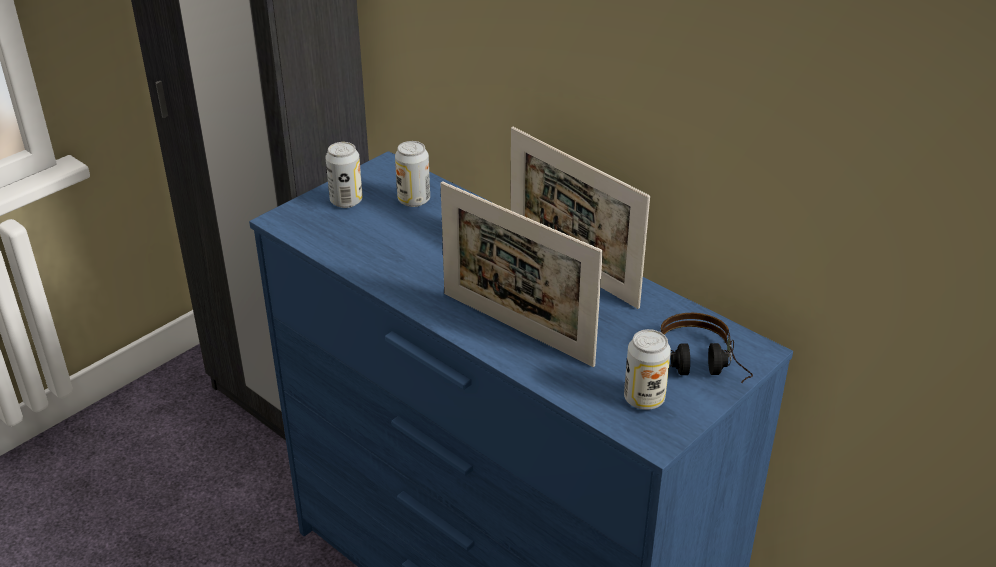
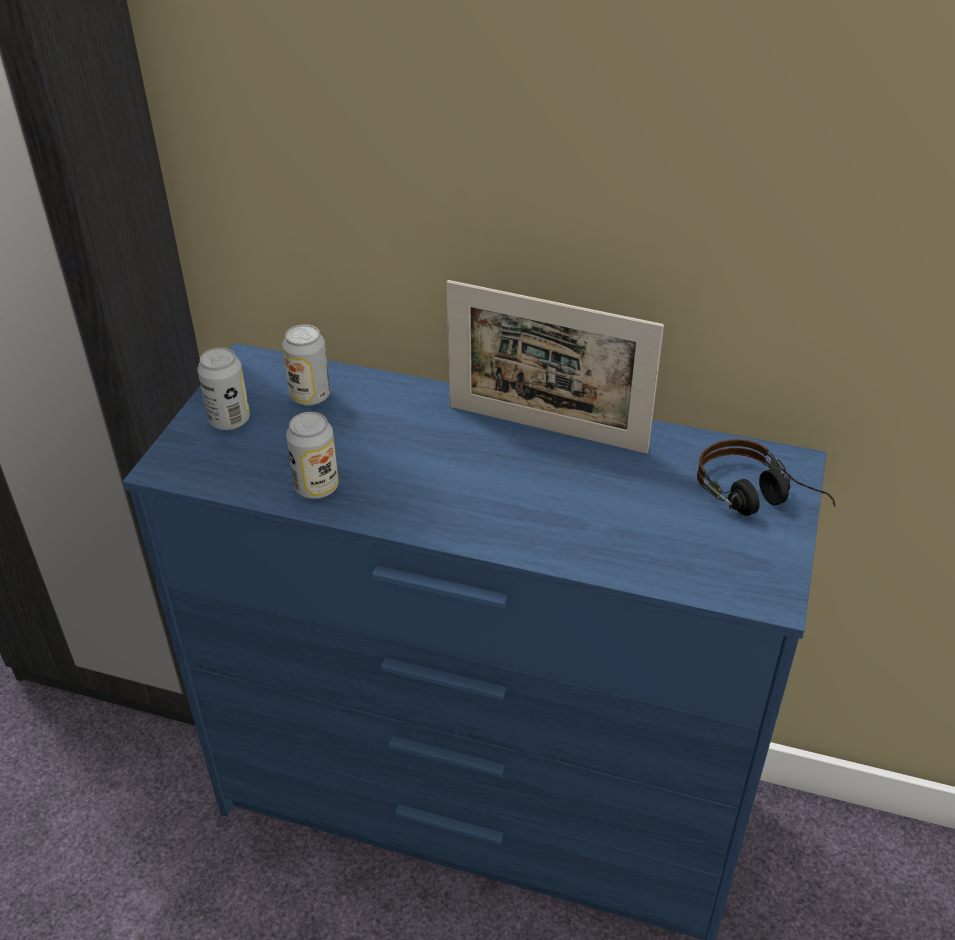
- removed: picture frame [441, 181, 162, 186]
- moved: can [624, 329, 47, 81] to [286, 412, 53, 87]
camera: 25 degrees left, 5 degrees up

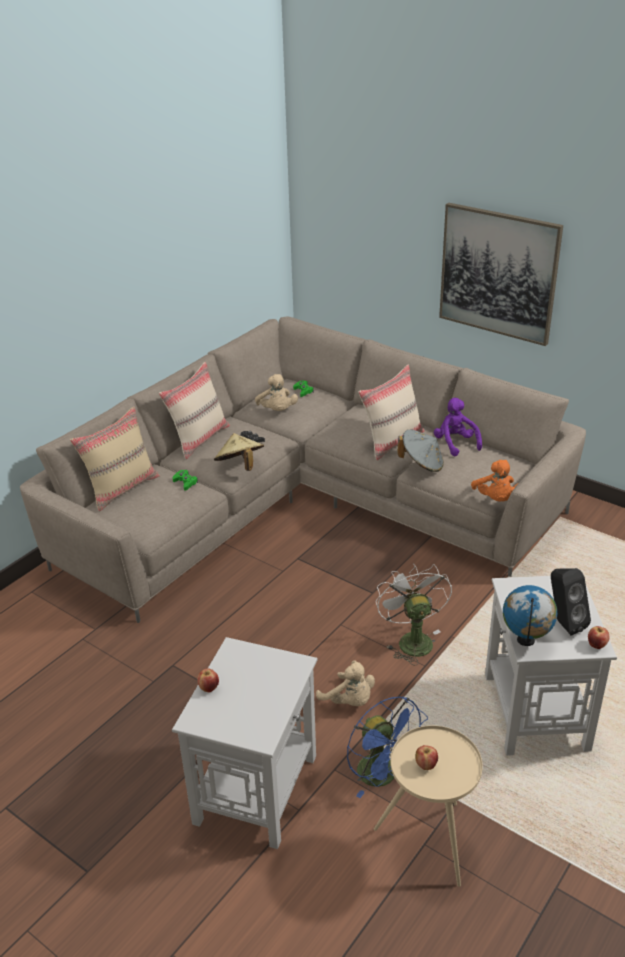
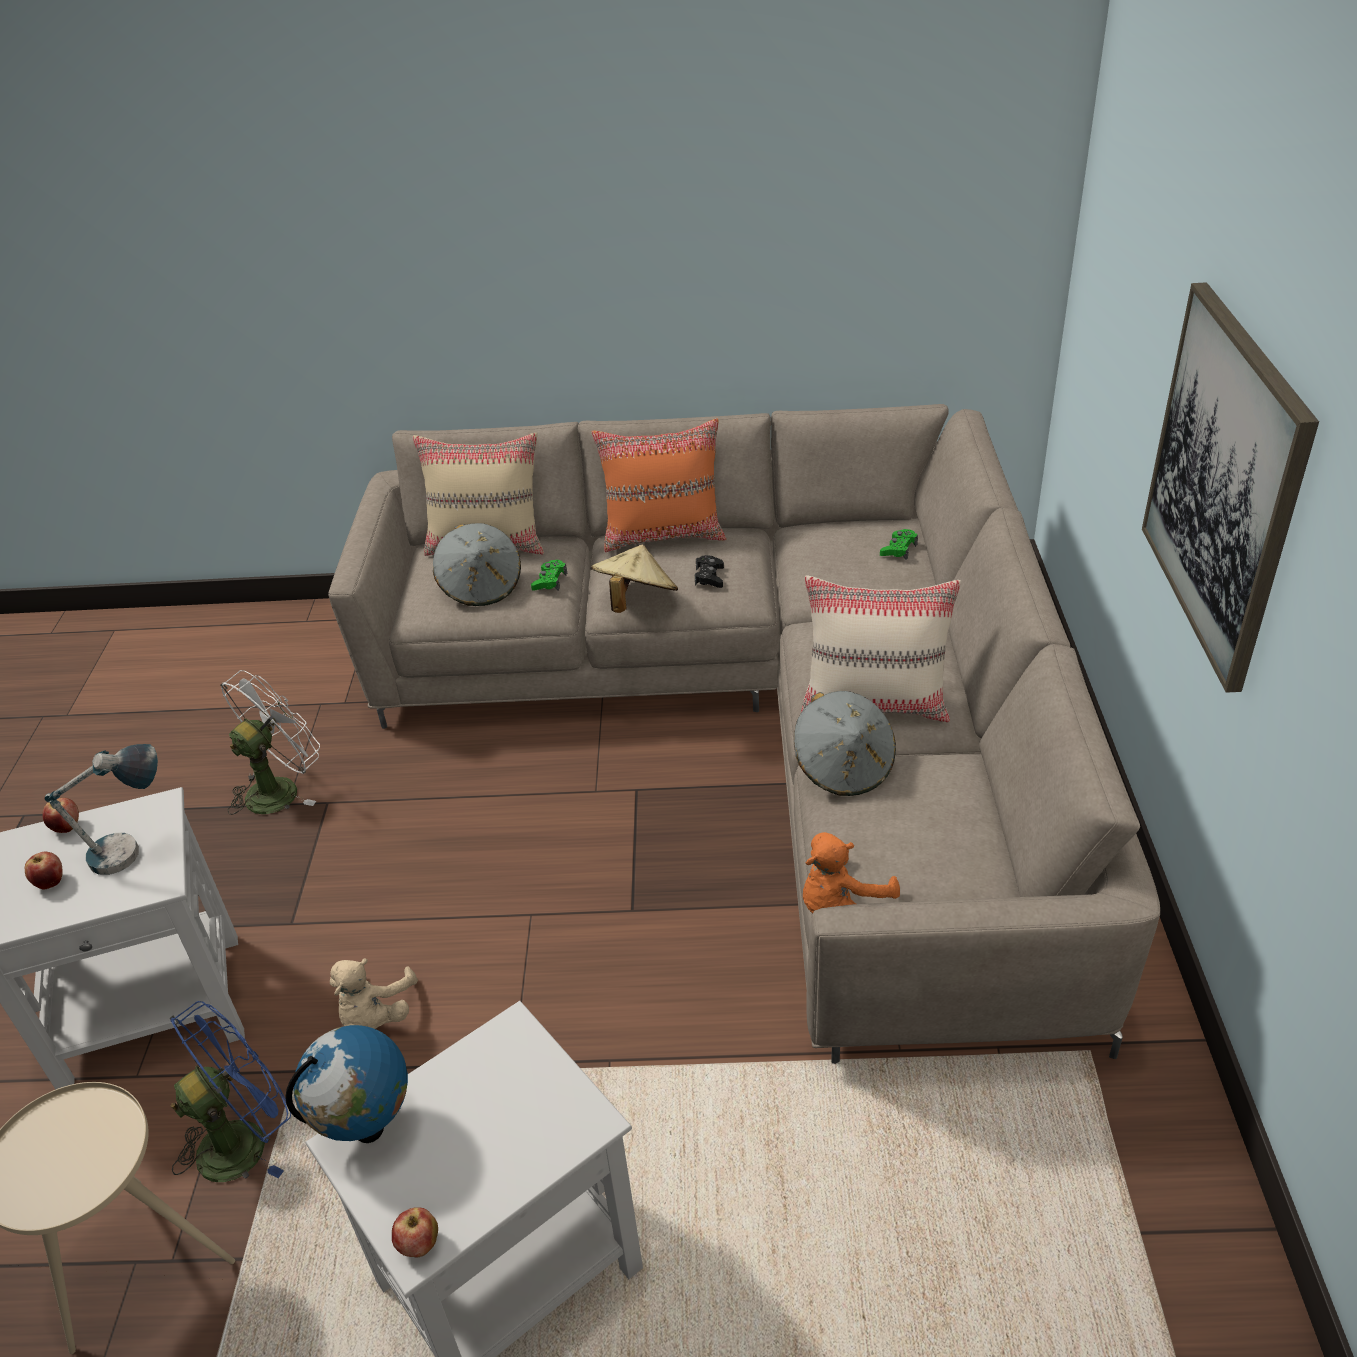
- recoloured: beige pillow [159, 362, 71, 97] to orange pillow [592, 418, 134, 134]
- removed: beige plush toy [255, 374, 43, 37]
- removed: purple plush toy [434, 398, 48, 58]
- moved: white fan [376, 564, 76, 101] to [220, 670, 100, 145]
- removed: black speaker [551, 568, 40, 68]
- turned: blue fan [347, 697, 81, 101] = [169, 1001, 122, 181] 150 degrees counterclockwise
- moved: apple [415, 745, 23, 25] to [25, 852, 38, 38]
- added: grey hat [433, 523, 88, 83]
- added: table lamp [45, 744, 113, 131]
camera: 55 degrees right, 5 degrees up

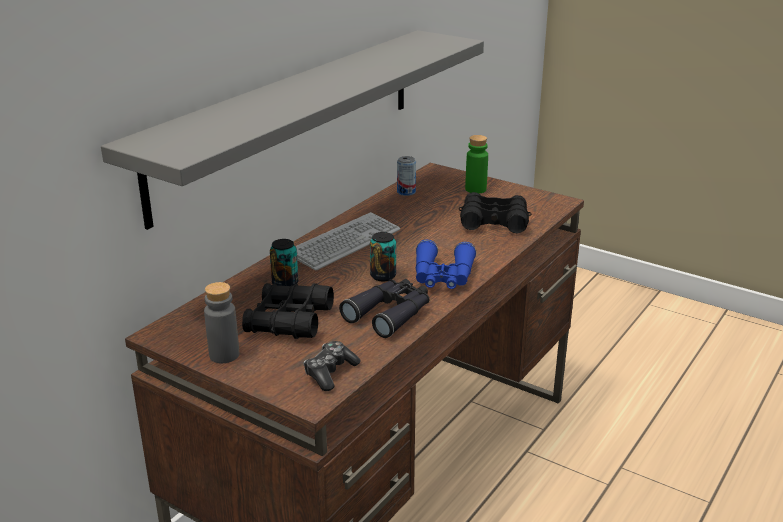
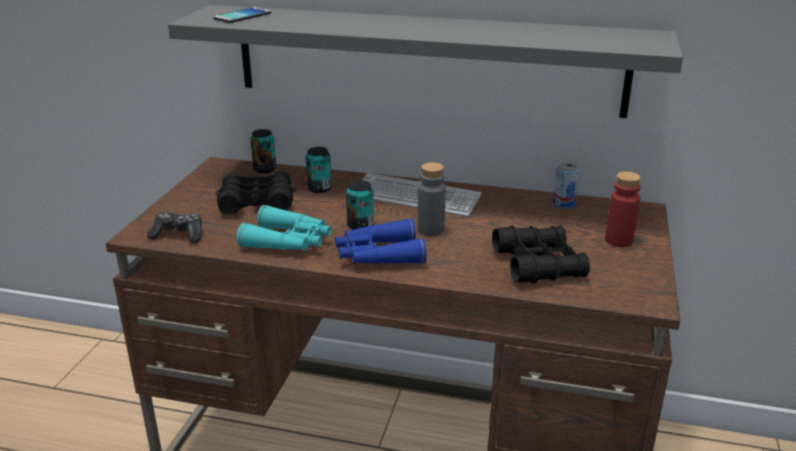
- recoloured: green bottle [465, 135, 23, 58] to red bottle [605, 172, 36, 75]
- recoloured: black binoculars [339, 279, 90, 59] to turquoise binoculars [236, 205, 95, 46]
- moved: grey bottle [204, 282, 35, 81] to [418, 162, 28, 74]
- added: phone [213, 7, 58, 16]
- added: can [250, 129, 26, 44]
camera: 70 degrees right, 0 degrees up

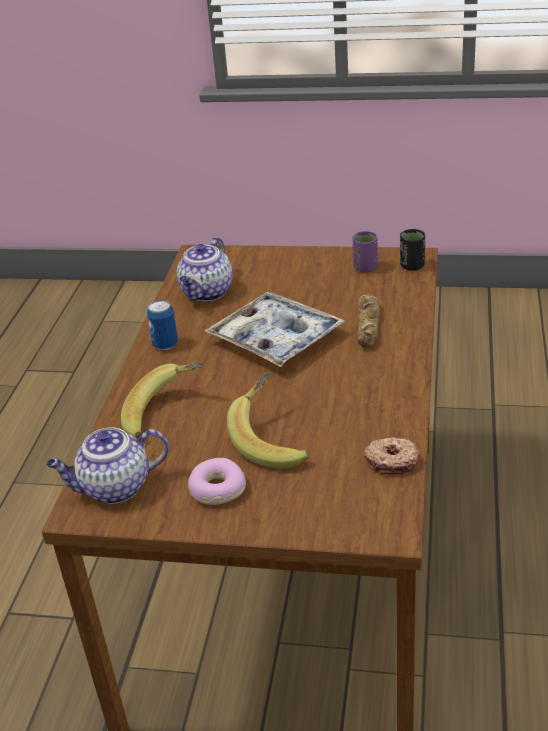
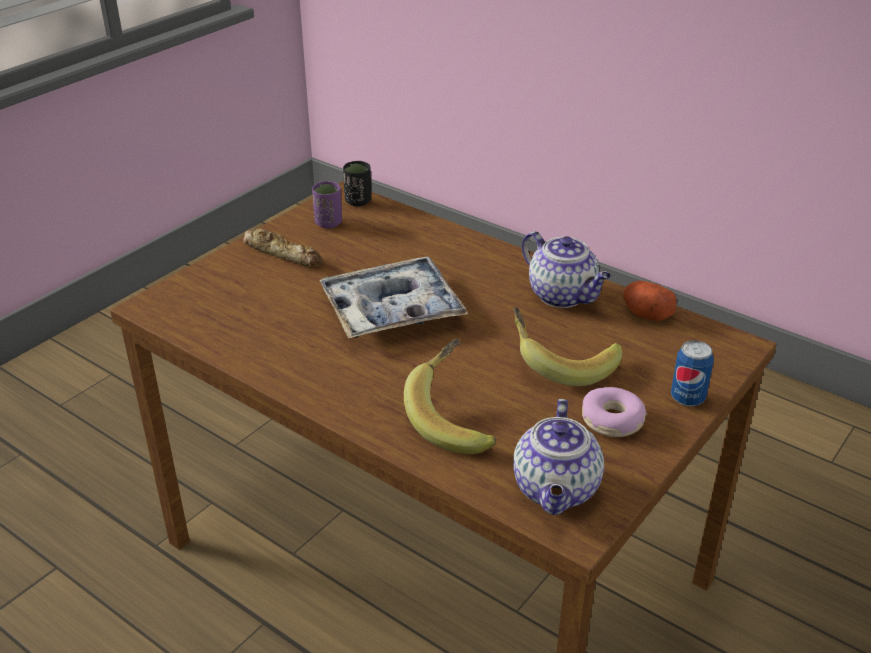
- moved: teapot [177, 237, 56, 64] to [522, 231, 89, 77]
- moved: bread [357, 293, 23, 55] to [243, 229, 80, 38]
- moved: can [147, 300, 31, 50] to [671, 340, 43, 66]
- replaced: donut [364, 437, 55, 38] to potato [624, 281, 53, 40]
camera: 65 degrees left, 0 degrees up

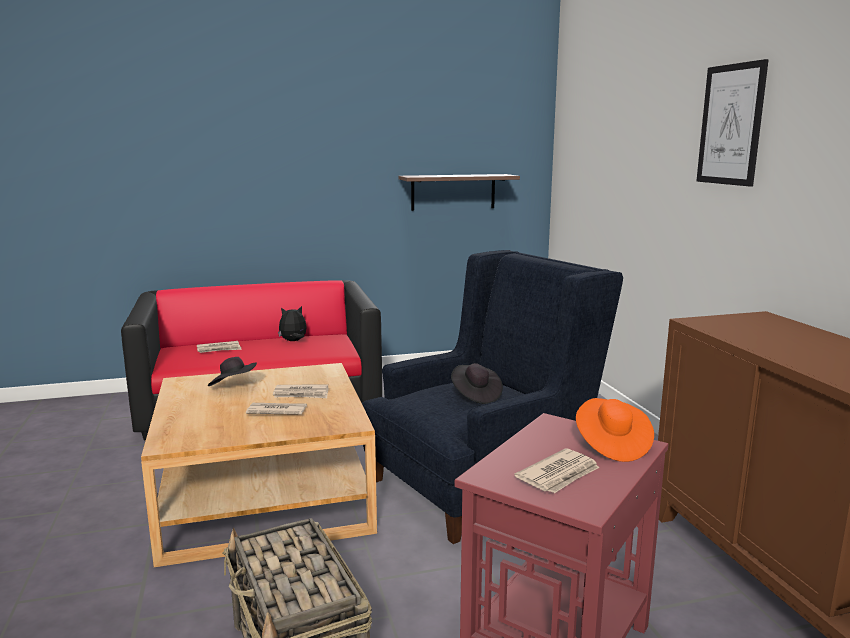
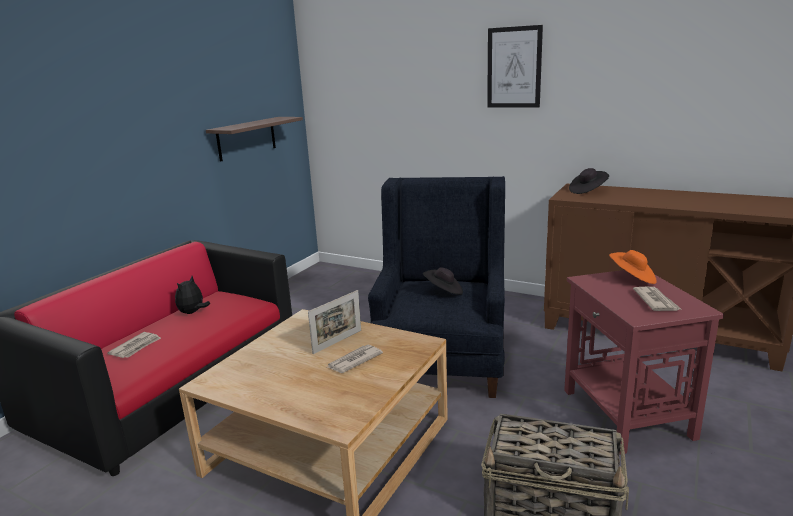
- moved: black hat [208, 357, 49, 29] to [569, 168, 40, 26]
- replaced: newspaper [273, 385, 56, 13] to picture frame [308, 290, 53, 64]
camera: 45 degrees left, 5 degrees up

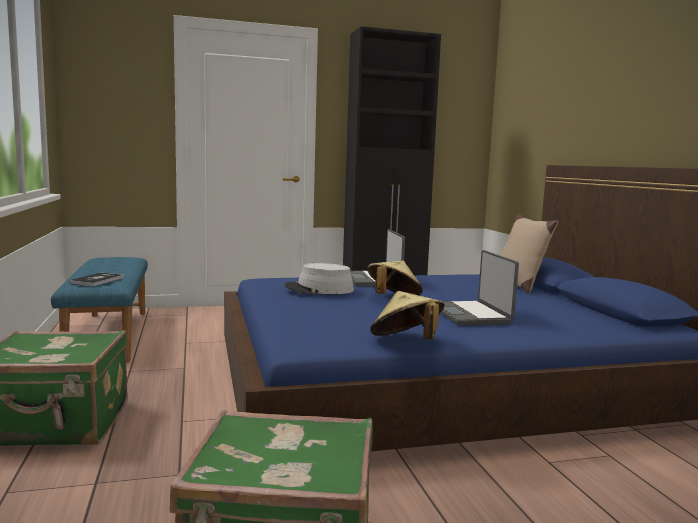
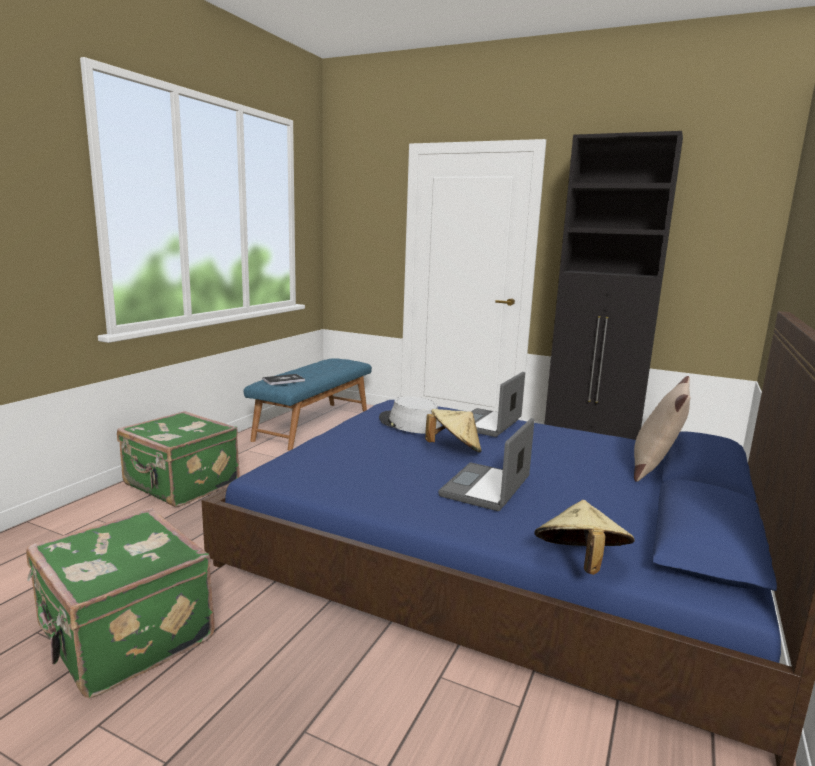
- moved: beige hat [370, 291, 75, 48] to [534, 500, 101, 75]
camera: 40 degrees right, 5 degrees up

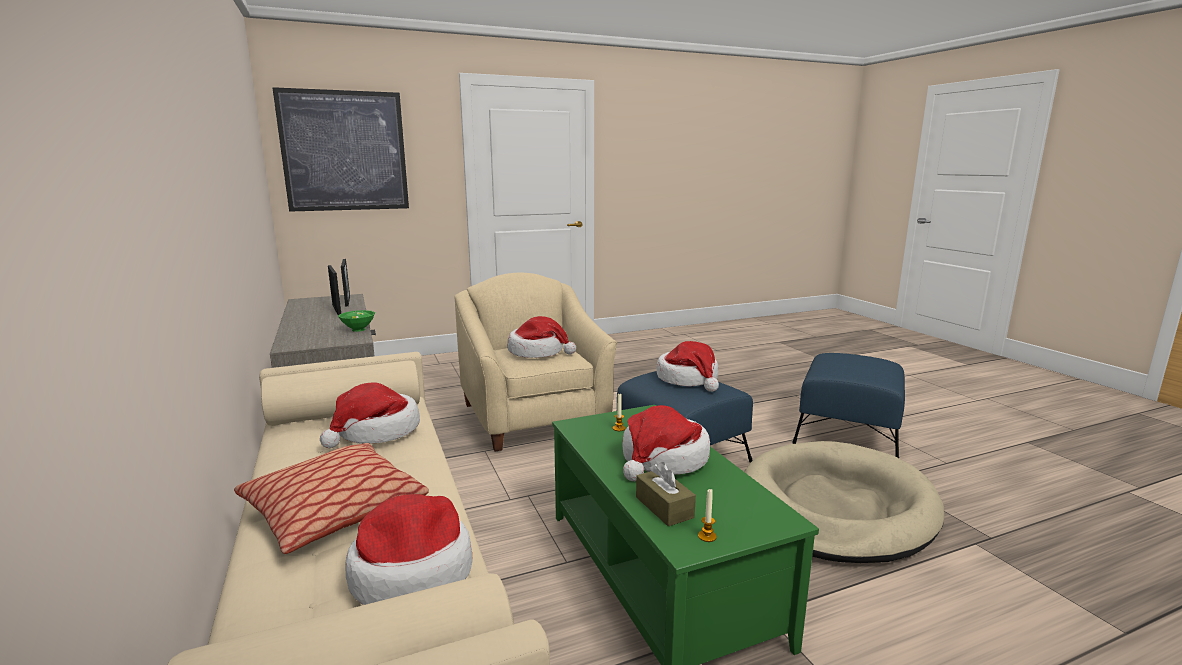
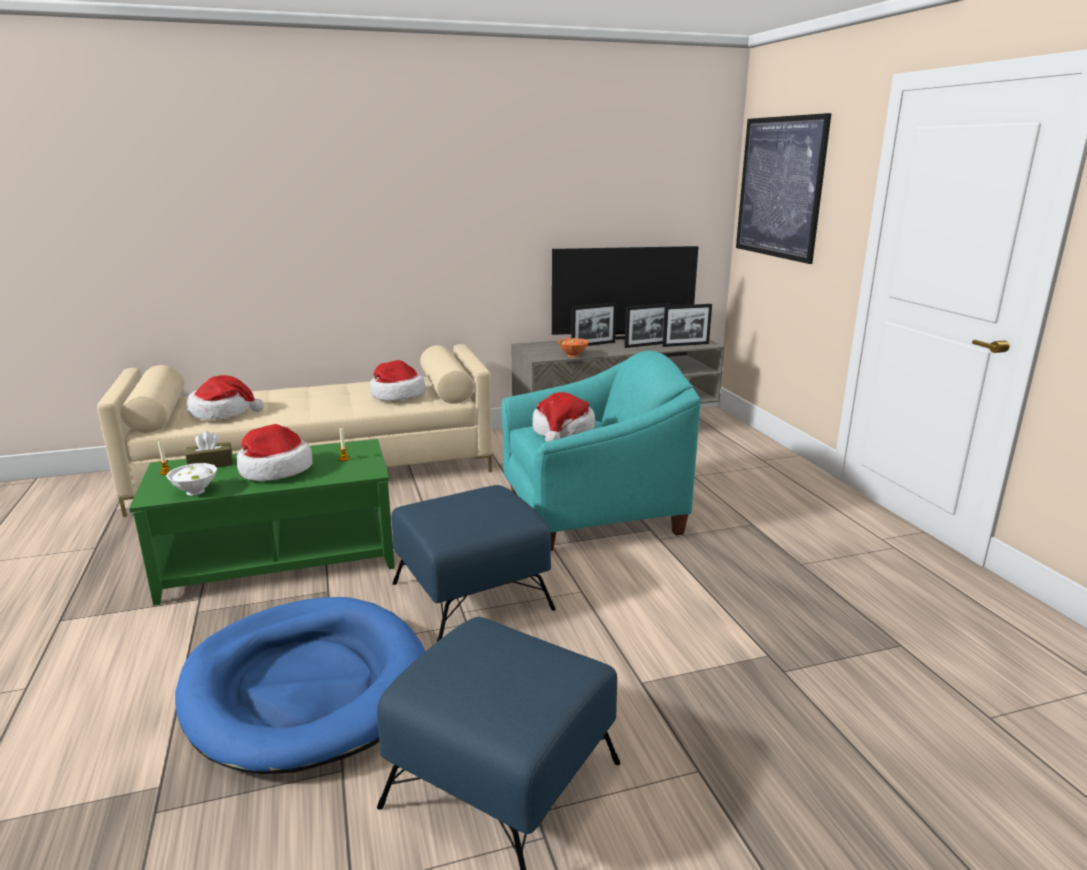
- recoloured: beige armchair [455, 273, 162, 178] to turquoise armchair [501, 351, 199, 200]
- recoloured: green bowl [338, 310, 37, 22] to orange bowl [558, 338, 31, 19]
- removed: hat [657, 341, 62, 51]
- recoloured: beige dog bed [744, 441, 201, 122] to blue dog bed [175, 597, 250, 177]
- removed: pillow [234, 443, 195, 111]
- added: television [552, 246, 146, 93]
- added: picture frame [571, 303, 46, 43]
- added: white bowl [166, 463, 51, 32]
camera: 95 degrees right, 5 degrees up

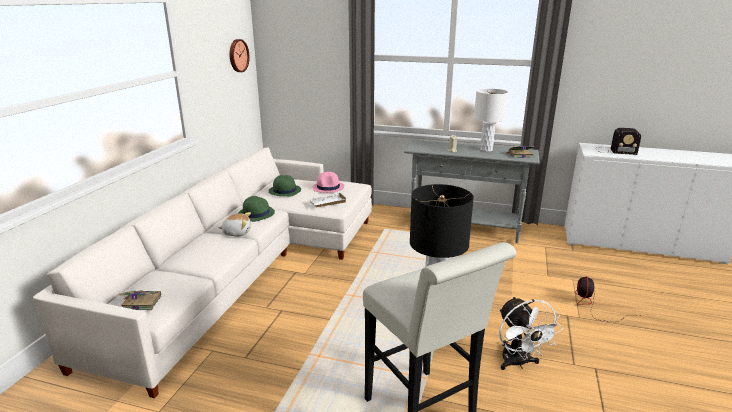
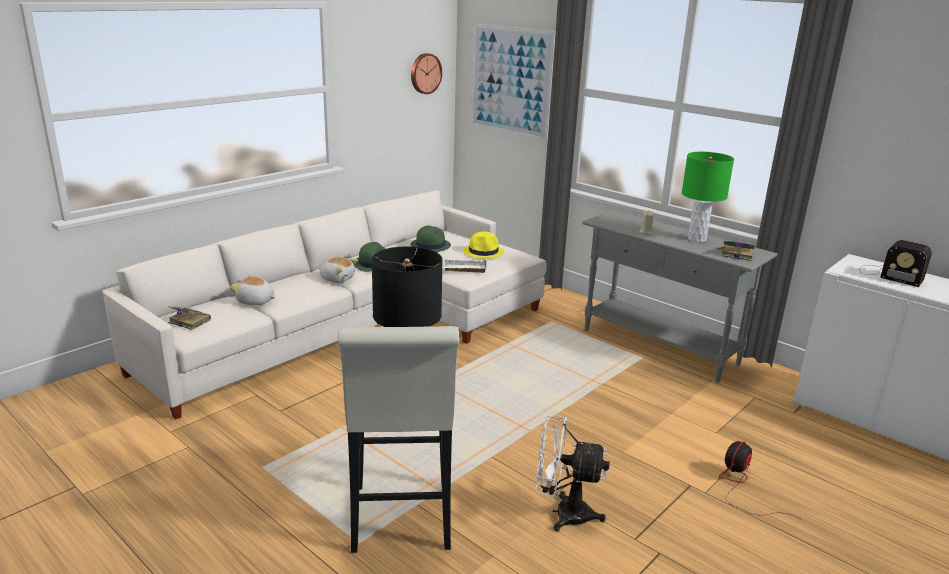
- recoloured: white table lamp [474, 89, 34, 63] to green table lamp [682, 152, 52, 90]
- recoloured: pink hat [312, 172, 32, 21] to yellow hat [463, 231, 41, 28]
- turned: white fan [499, 296, 64, 74] = [536, 416, 74, 115] 90 degrees clockwise
- added: picture [470, 24, 86, 118]
- added: plush toy [230, 274, 45, 31]
camera: 25 degrees right, 0 degrees up

